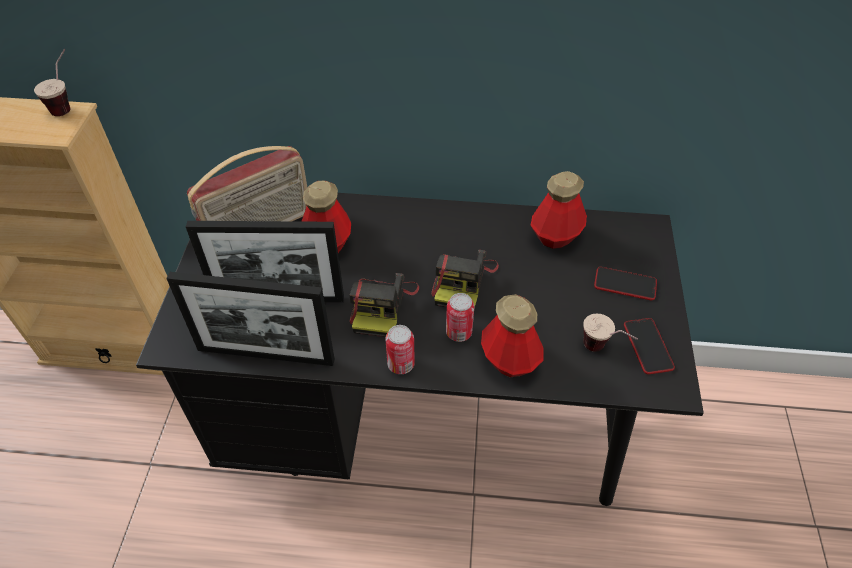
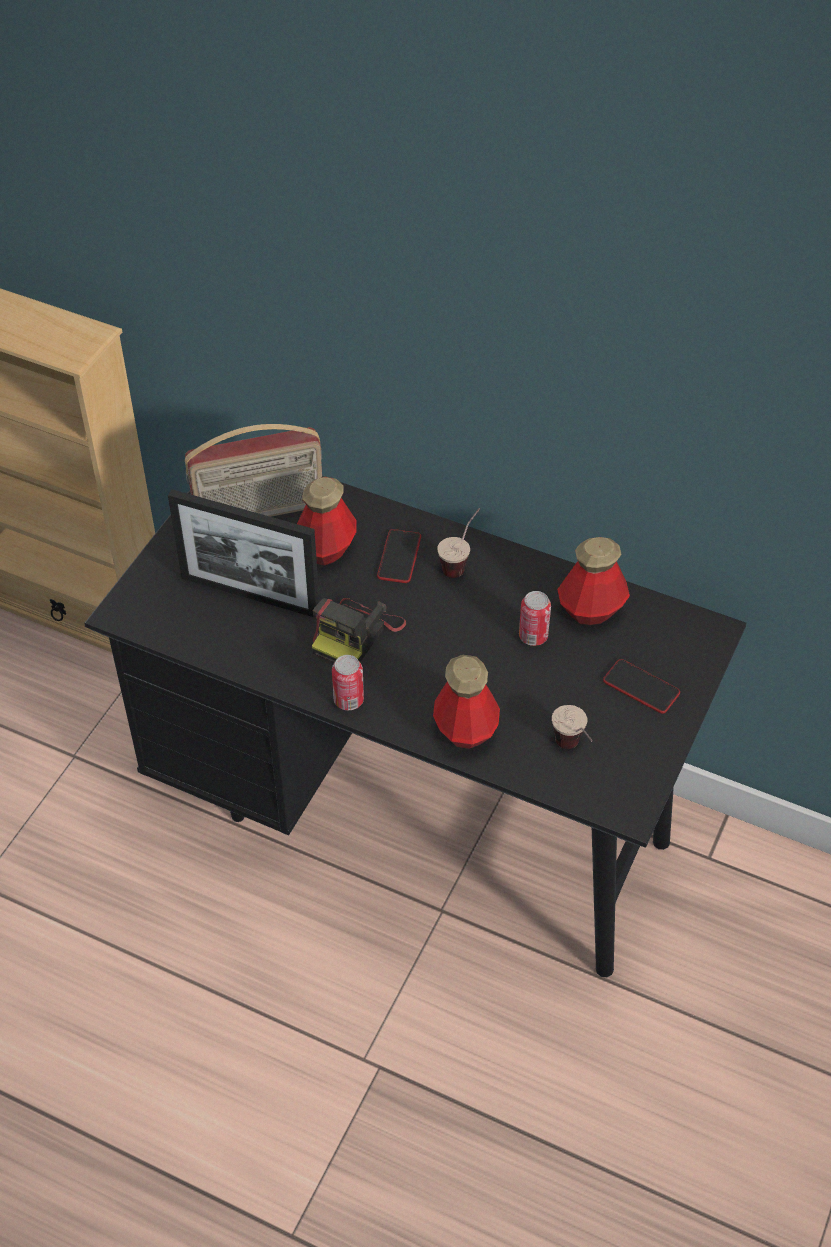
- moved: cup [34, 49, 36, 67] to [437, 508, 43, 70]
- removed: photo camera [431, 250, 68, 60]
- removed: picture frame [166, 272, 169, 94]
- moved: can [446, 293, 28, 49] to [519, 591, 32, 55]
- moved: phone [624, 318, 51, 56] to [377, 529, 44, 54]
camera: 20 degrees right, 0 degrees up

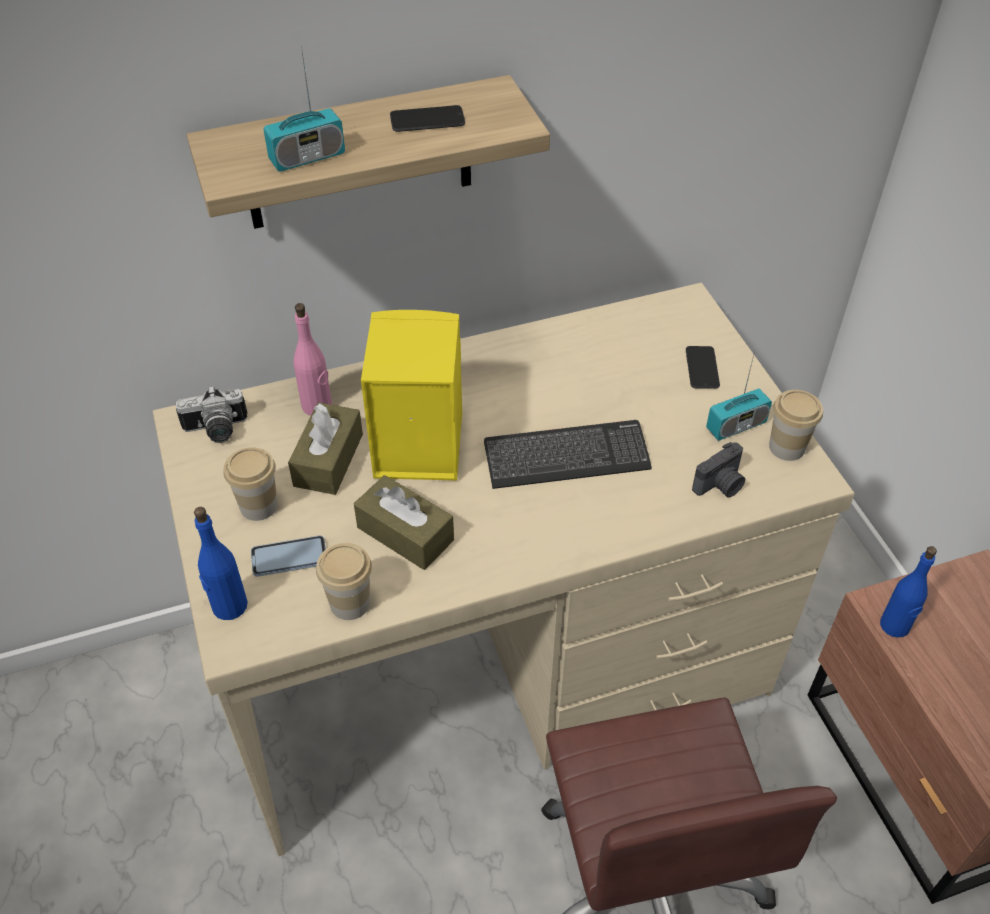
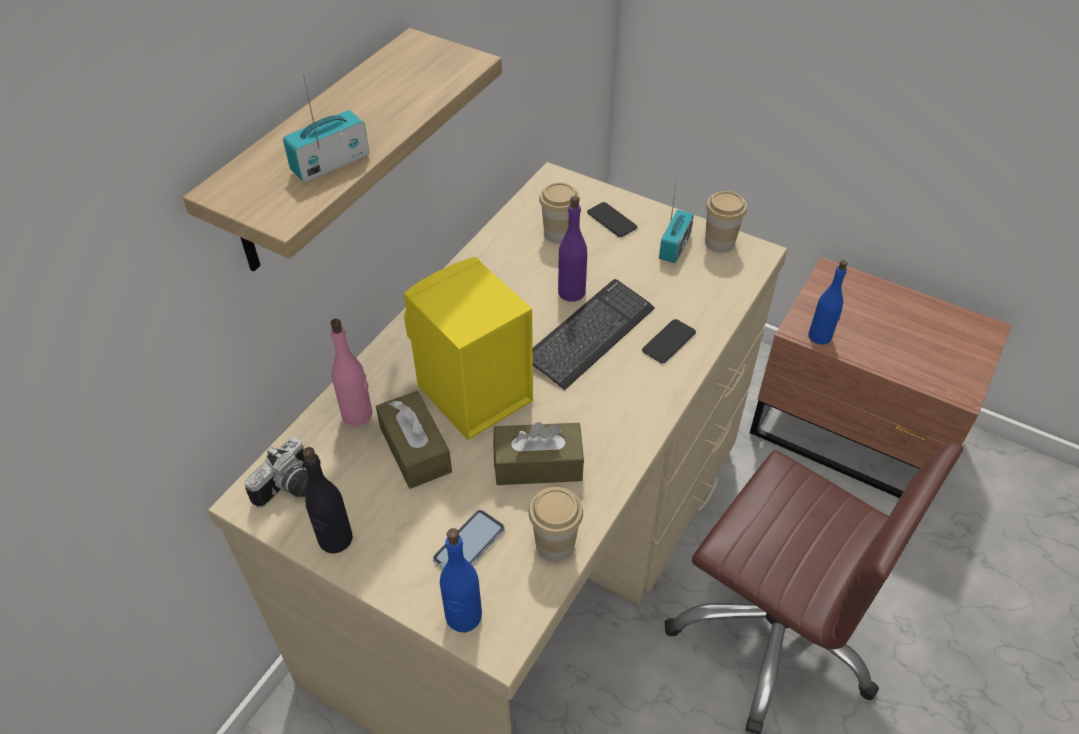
- turned: radio [264, 46, 81, 126] = [283, 73, 86, 109] 150 degrees counterclockwise
- moved: phone [390, 105, 75, 27] to [642, 319, 54, 44]
- removed: photo camera [692, 442, 53, 56]
- moved: cup [224, 447, 54, 74] to [539, 183, 41, 61]
- added: purple bottle [558, 196, 29, 106]
- added: black bottle [303, 447, 50, 107]
camera: 40 degrees left, 0 degrees up

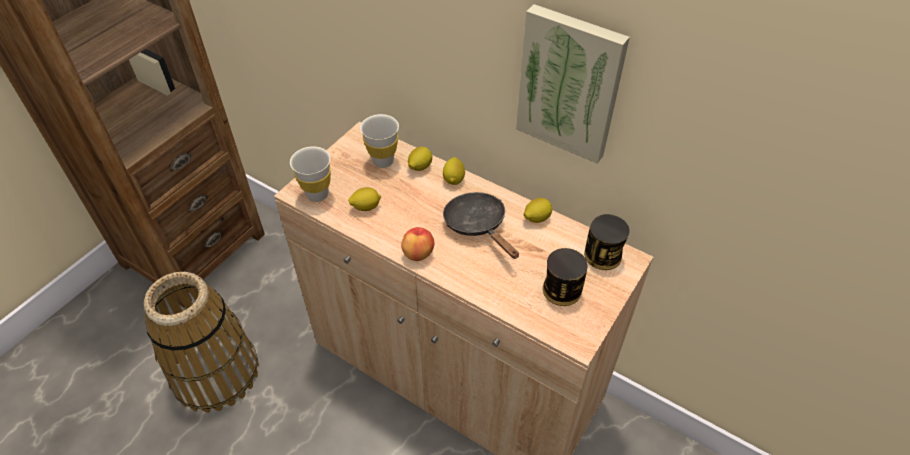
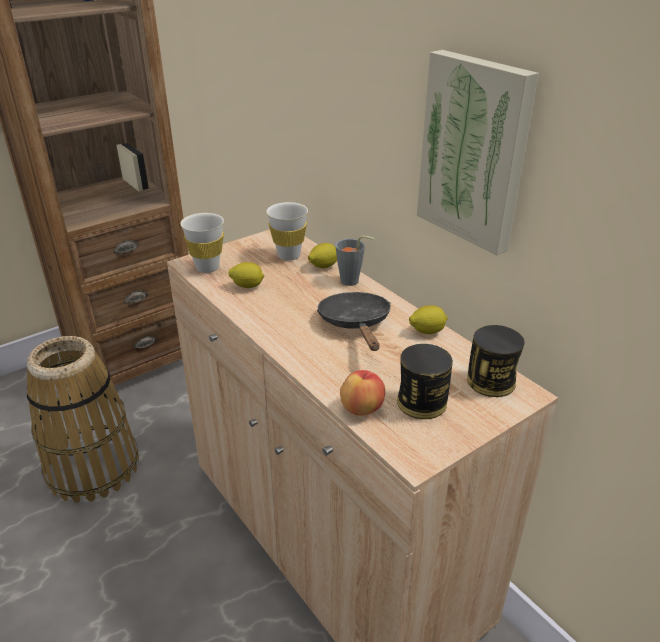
- replaced: lemon [443, 157, 22, 28] to grey cup [335, 236, 40, 50]
- moved: apple [401, 227, 34, 34] to [340, 370, 45, 46]
camera: 20 degrees right, 15 degrees down

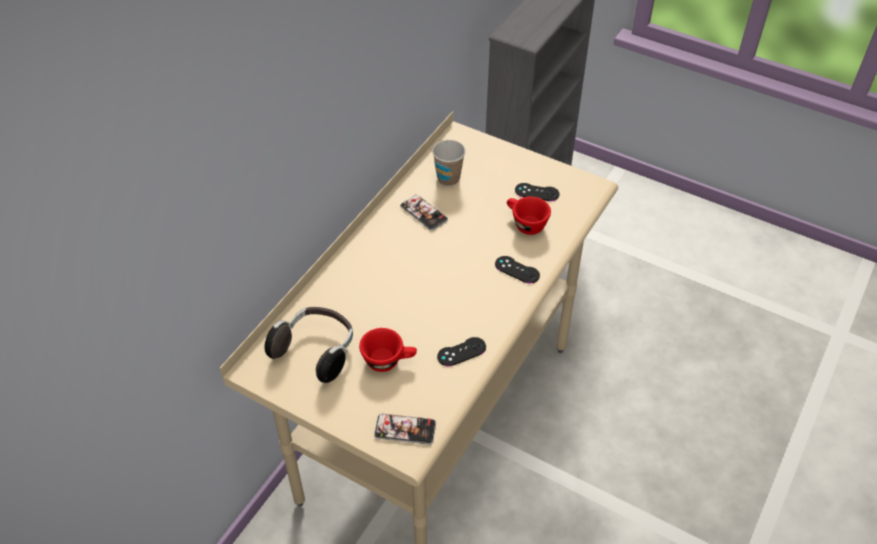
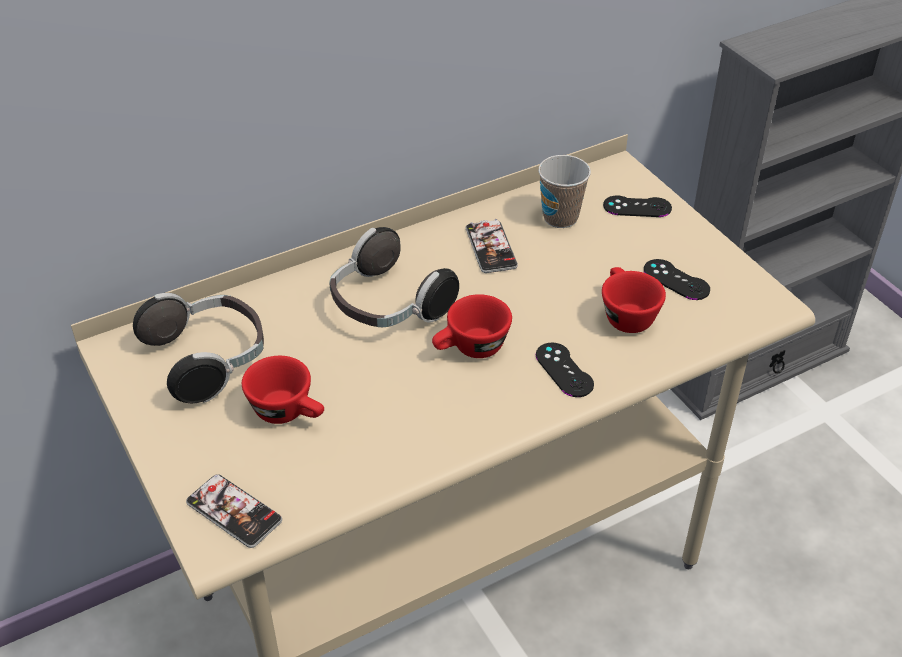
- moved: black game controller [437, 337, 49, 29] to [603, 195, 69, 22]
- added: headphones [329, 227, 130, 100]
- added: red cup [432, 294, 80, 64]
camera: 30 degrees right, 5 degrees down

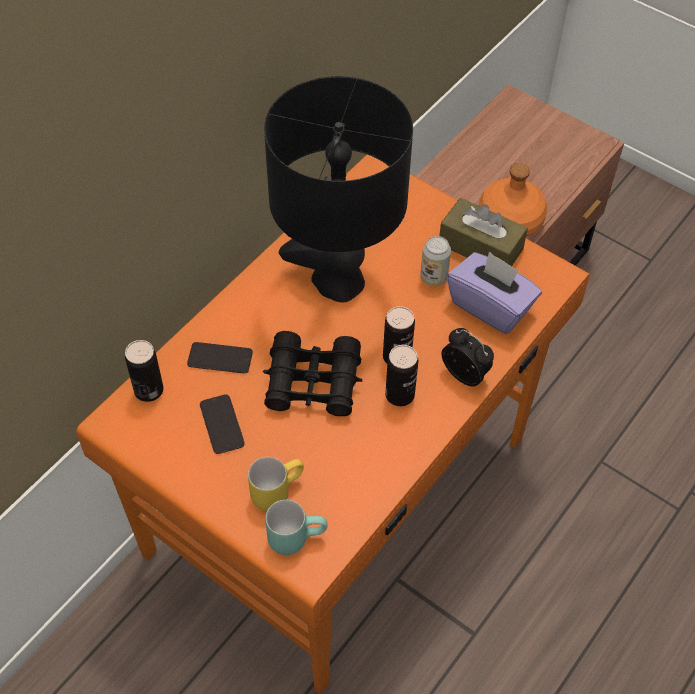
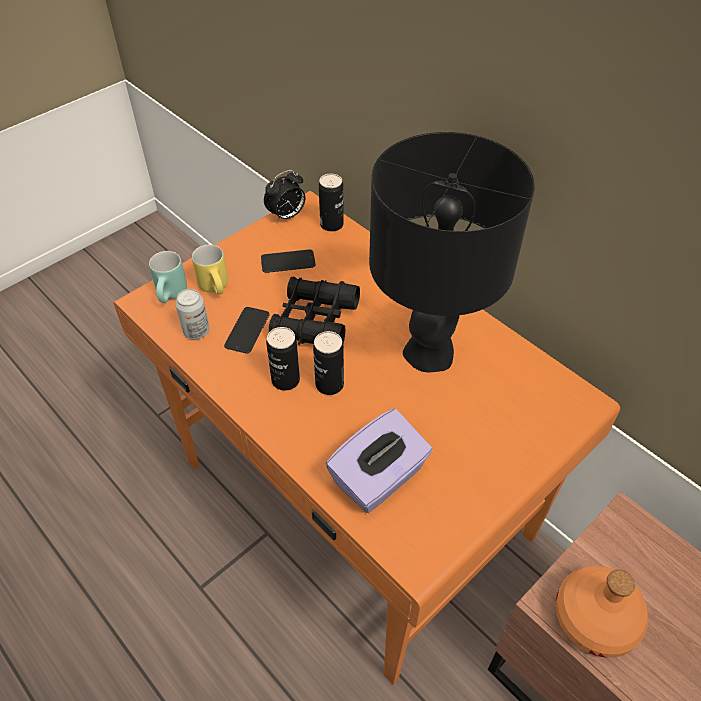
- removed: brown tissue box [439, 198, 89, 68]
- moved: can [420, 236, 31, 50] to [175, 289, 35, 50]
- moved: alarm clock [441, 328, 53, 59] to [264, 170, 41, 52]
- moved: phone [187, 342, 66, 32] to [224, 307, 46, 46]
camera: 100 degrees right, 5 degrees down

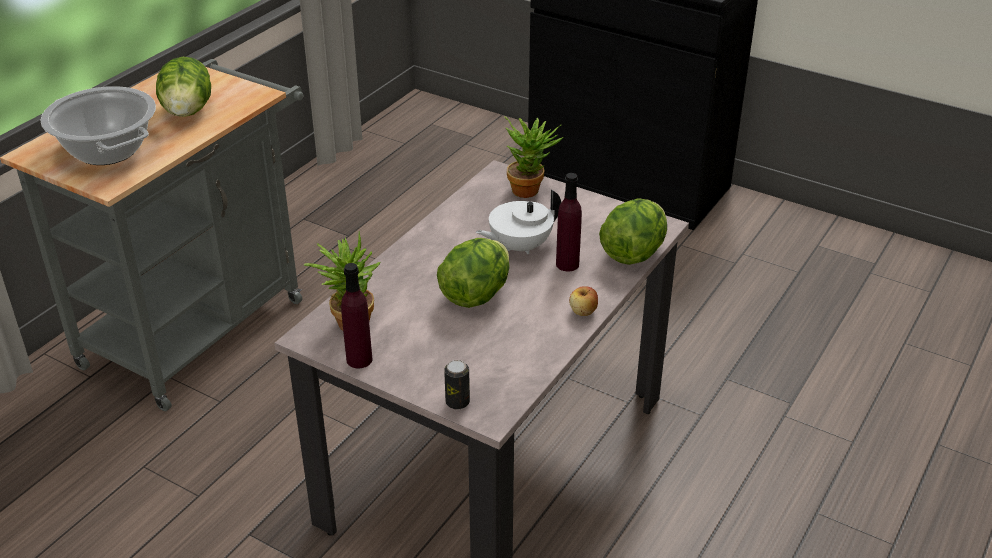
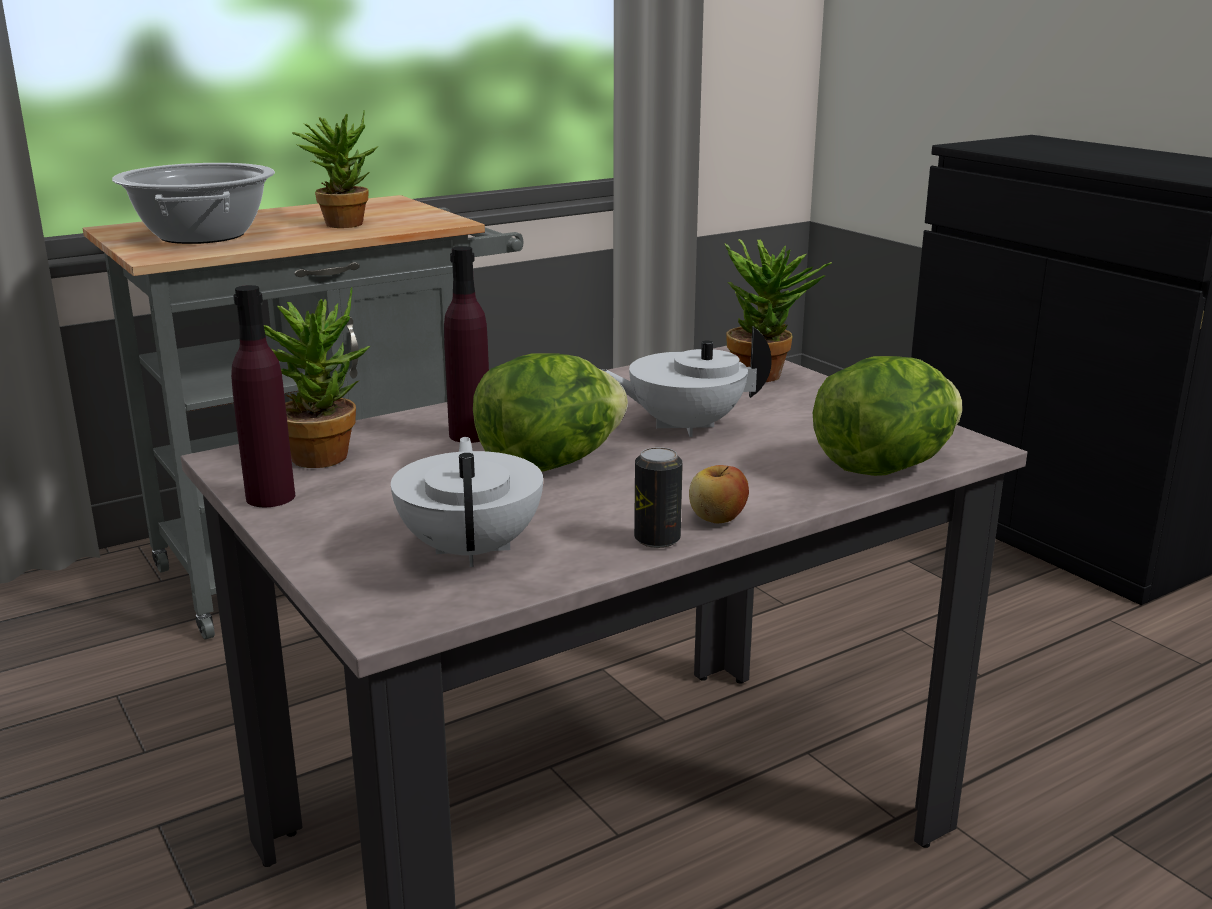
- replaced: lettuce [156, 57, 55, 60] to potted plant [292, 111, 86, 117]
- moved: purple bottle [556, 173, 26, 98] to [444, 246, 45, 197]
- moved: can [444, 360, 26, 49] to [634, 447, 49, 101]
- added: white teapot [391, 437, 152, 130]
camera: 25 degrees right, 15 degrees down

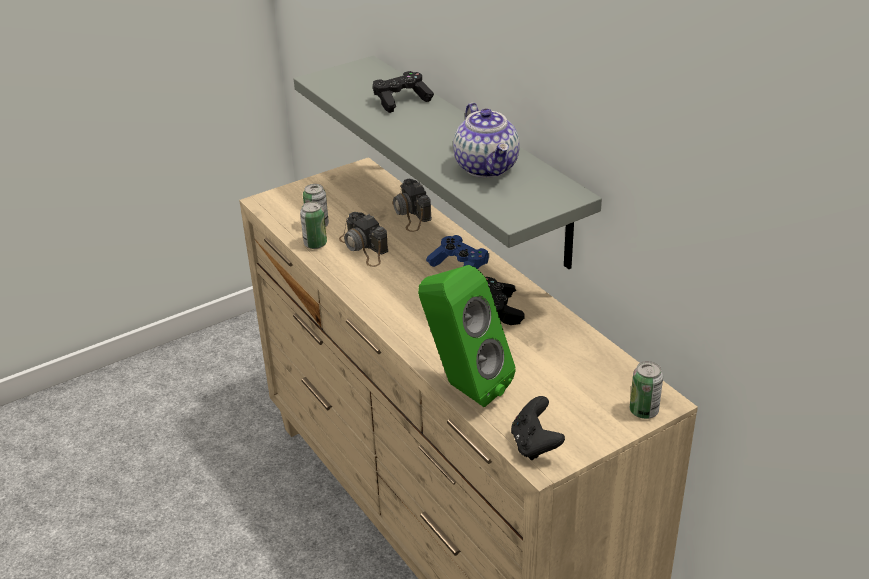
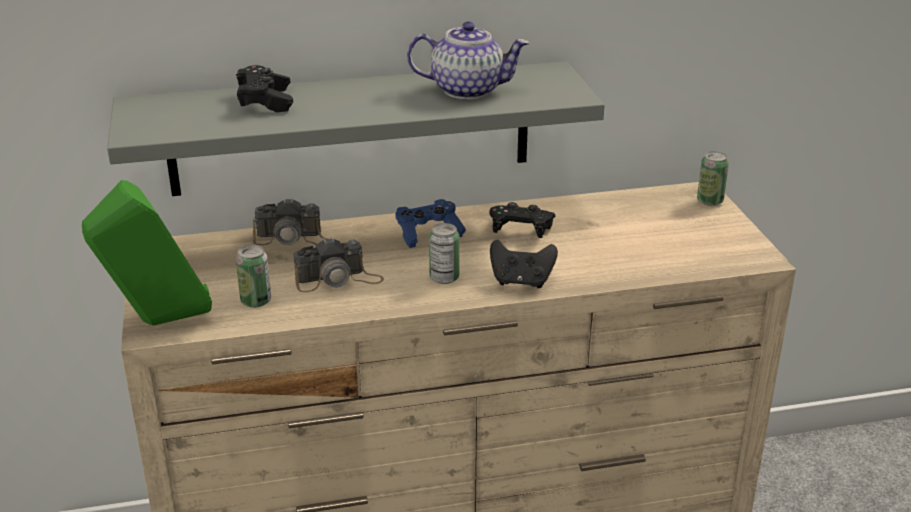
- moved: can [300, 202, 27, 47] to [429, 223, 30, 61]
- moved: green speaker [418, 265, 98, 142] to [82, 180, 130, 145]
- moved: black game controller [511, 396, 54, 64] to [490, 240, 68, 48]
camera: 70 degrees left, 5 degrees down

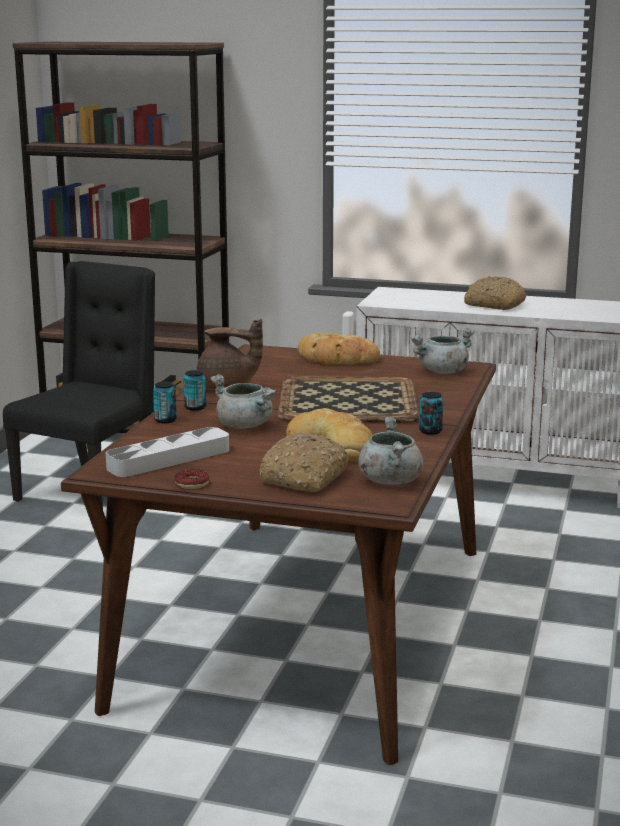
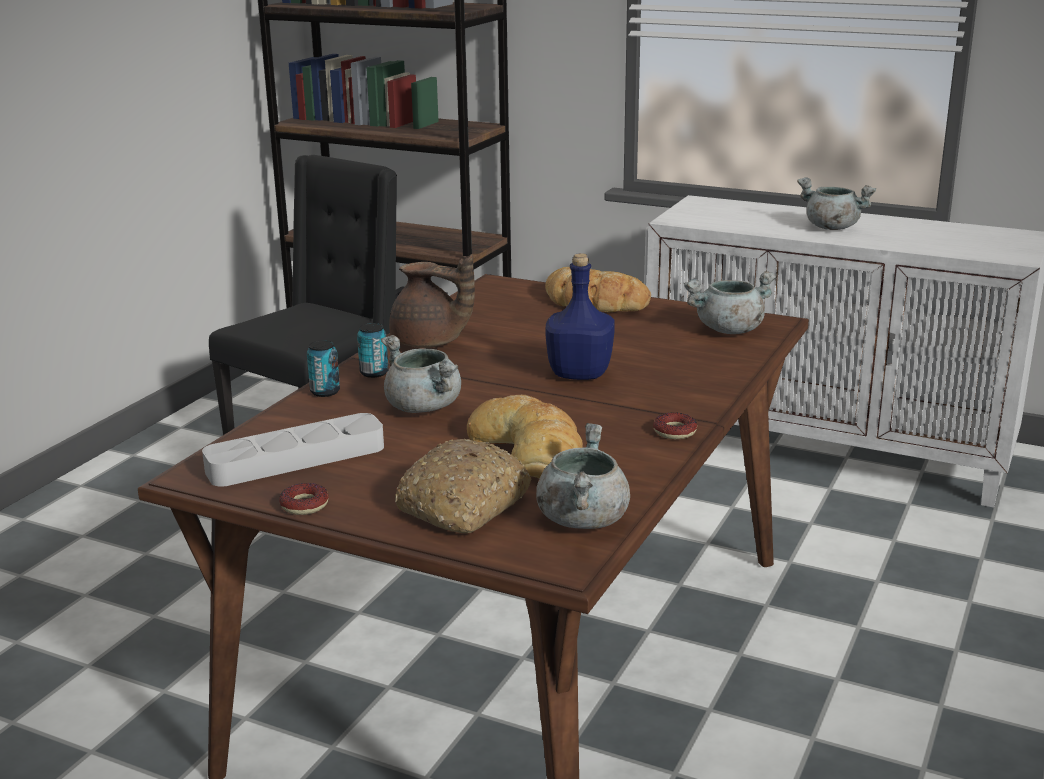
- replaced: bread [464, 276, 62, 34] to grey cooking pot [797, 177, 79, 53]
- replaced: tray [278, 376, 142, 47] to blue bottle [545, 253, 70, 127]
- replaced: can [419, 392, 24, 43] to donut [653, 412, 44, 27]
camera: 10 degrees right, 5 degrees up

